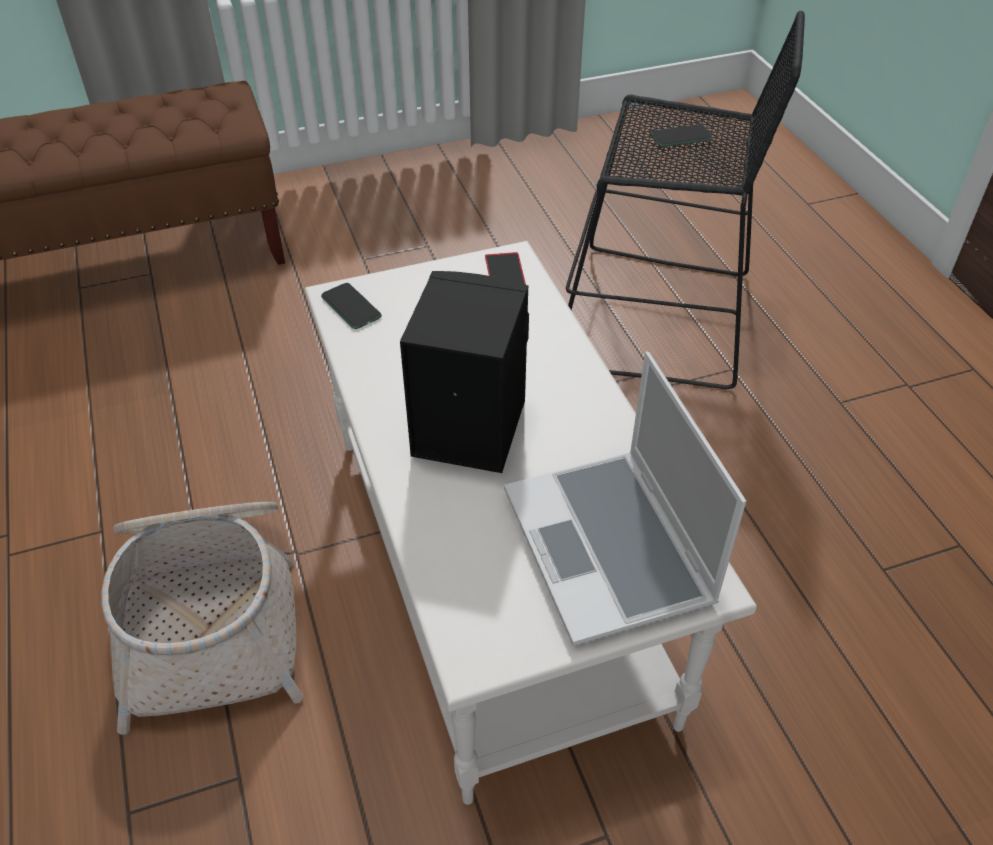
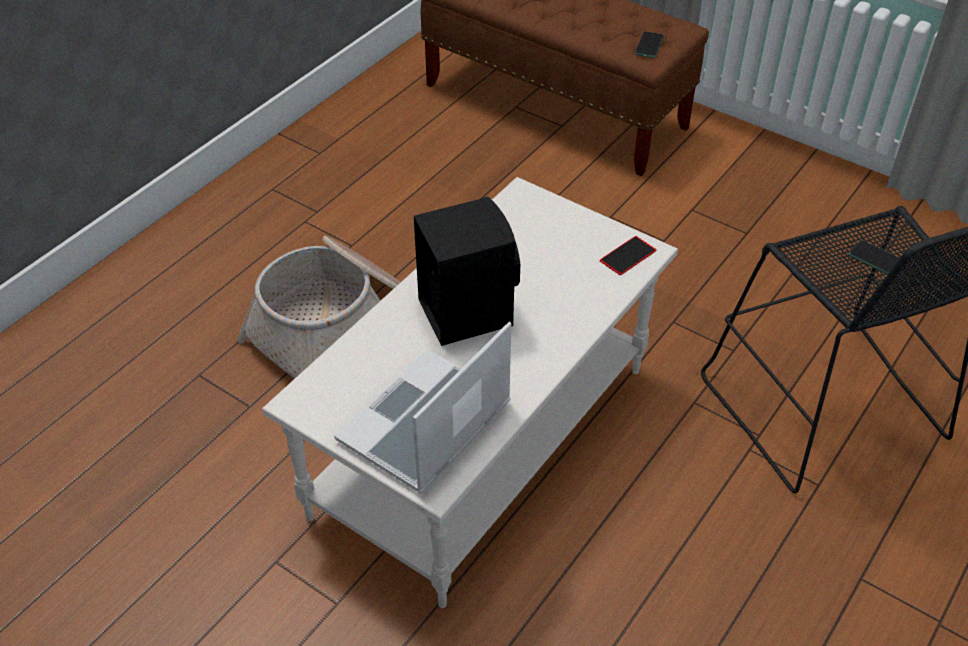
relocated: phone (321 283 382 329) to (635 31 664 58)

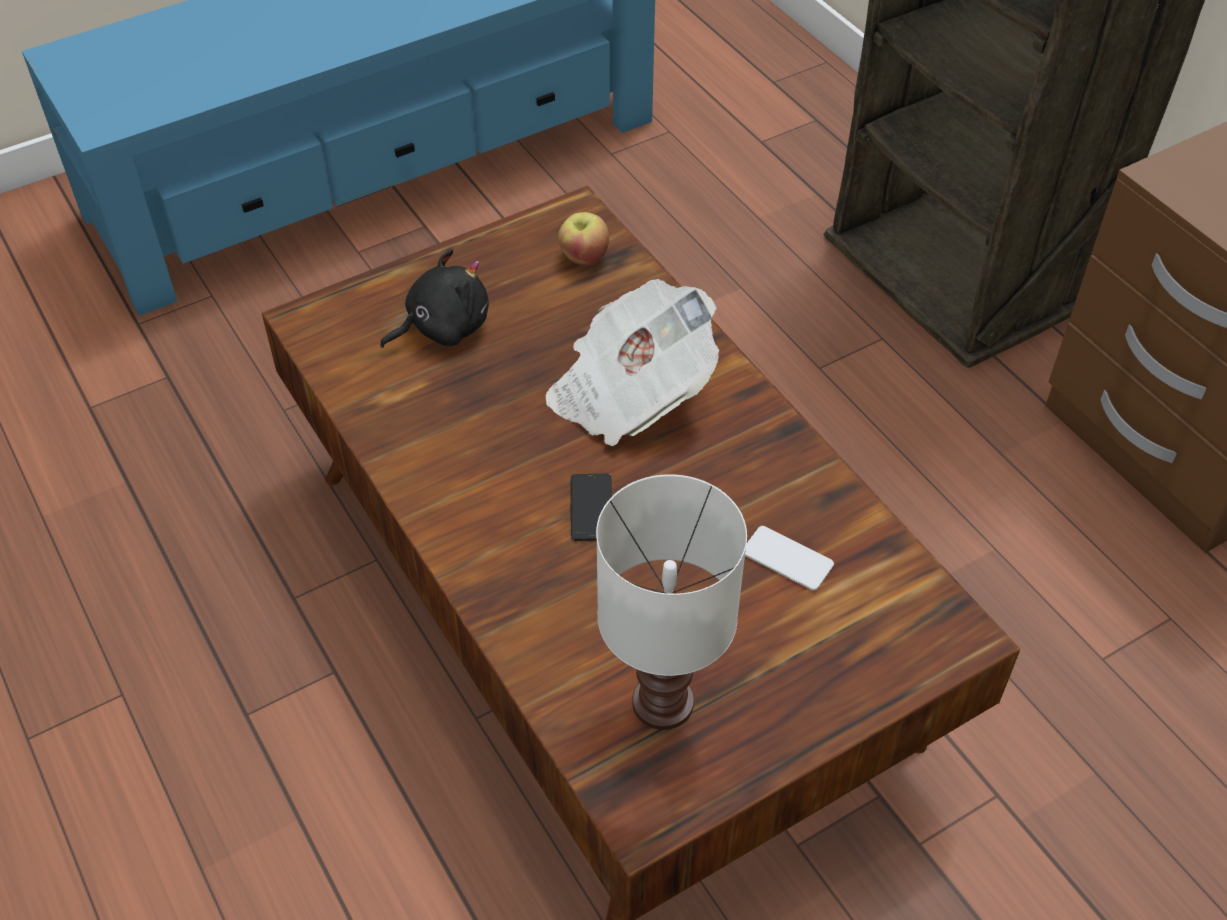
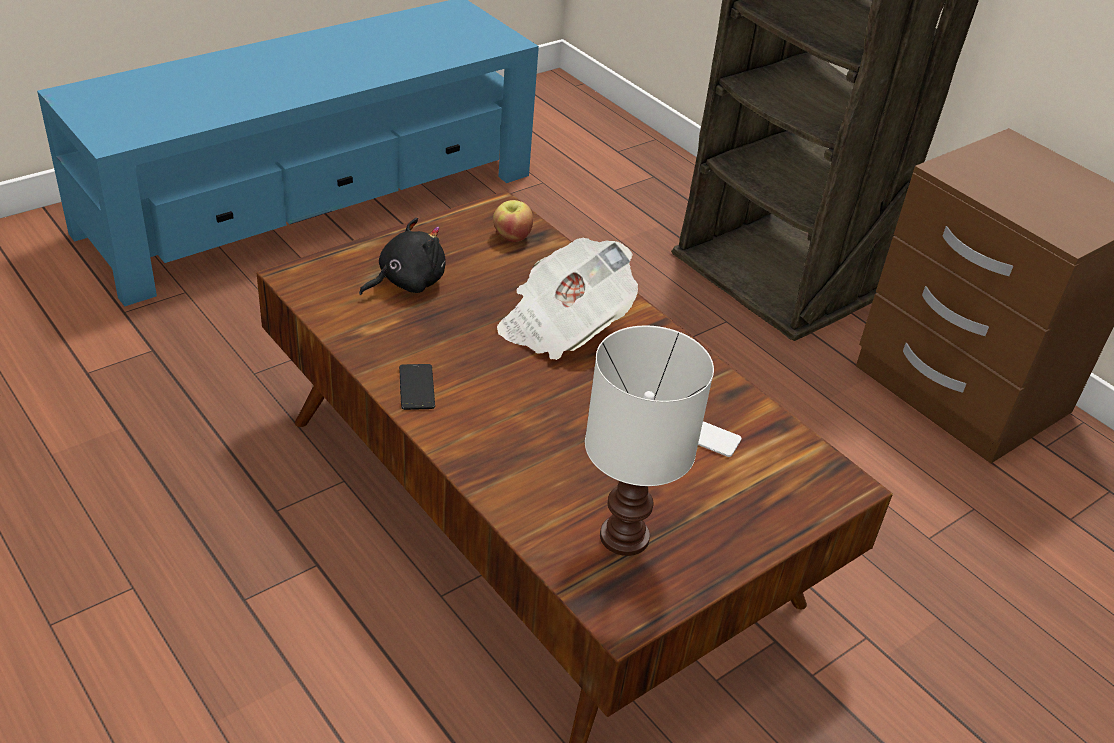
relocated: phone (571 474 612 541) to (399 364 435 410)

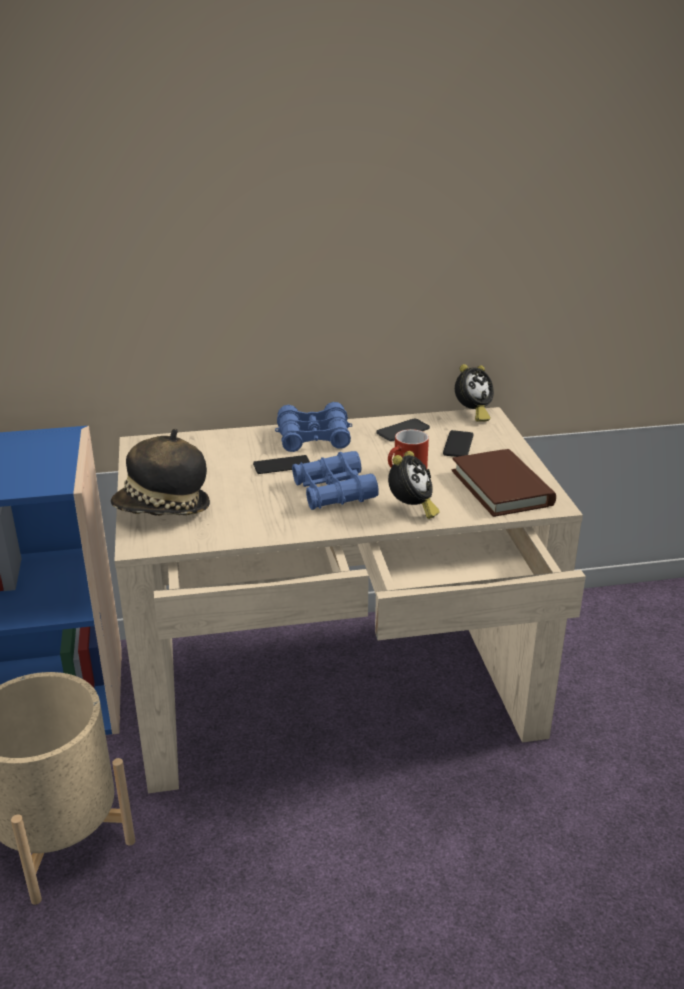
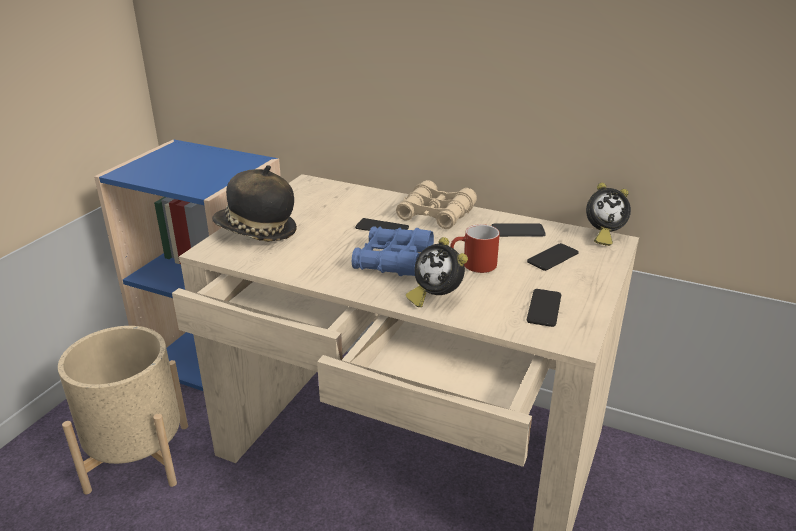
exchanged: book/brown (452 449 556 517) to phone (527 289 561 327)
colour: binoculars/blue (275 402 352 452) to binoculars/beige (396 180 477 229)
spun: alarm clock (388 451 440 519) = (406 237 468 307) 75 degrees clockwise

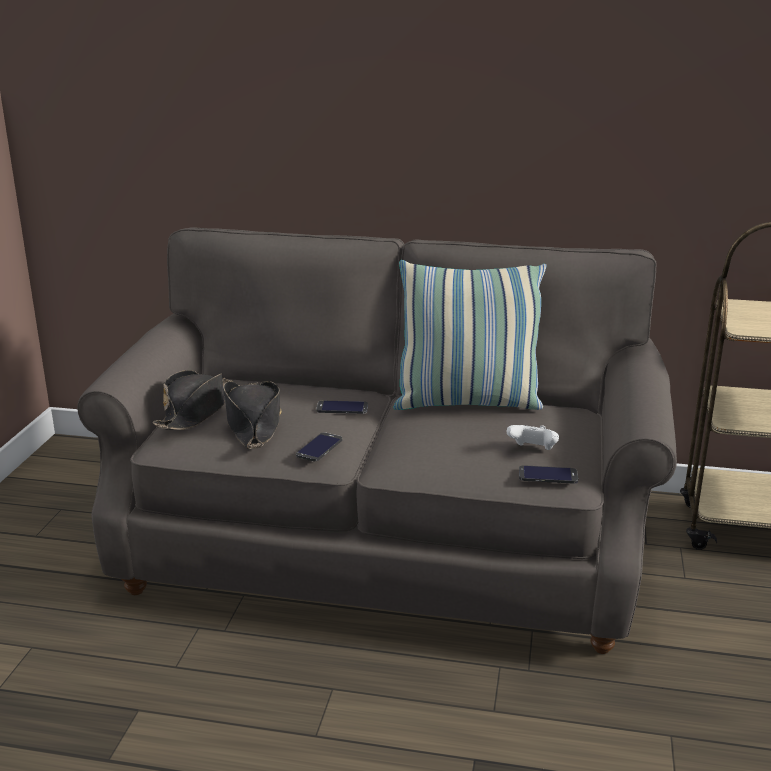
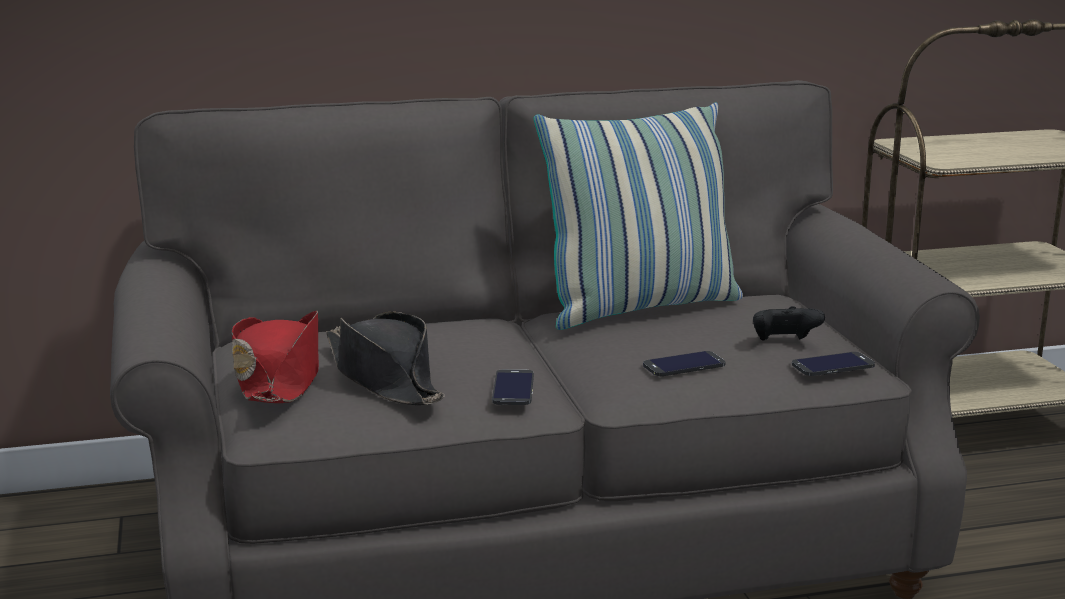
relocated: phone (316 401 368 414) to (643 351 725 376)
colour: hat/black (152 370 234 430) to hat/red (232 311 319 403); game controller/white (507 425 559 450) to game controller/black (753 306 825 341)

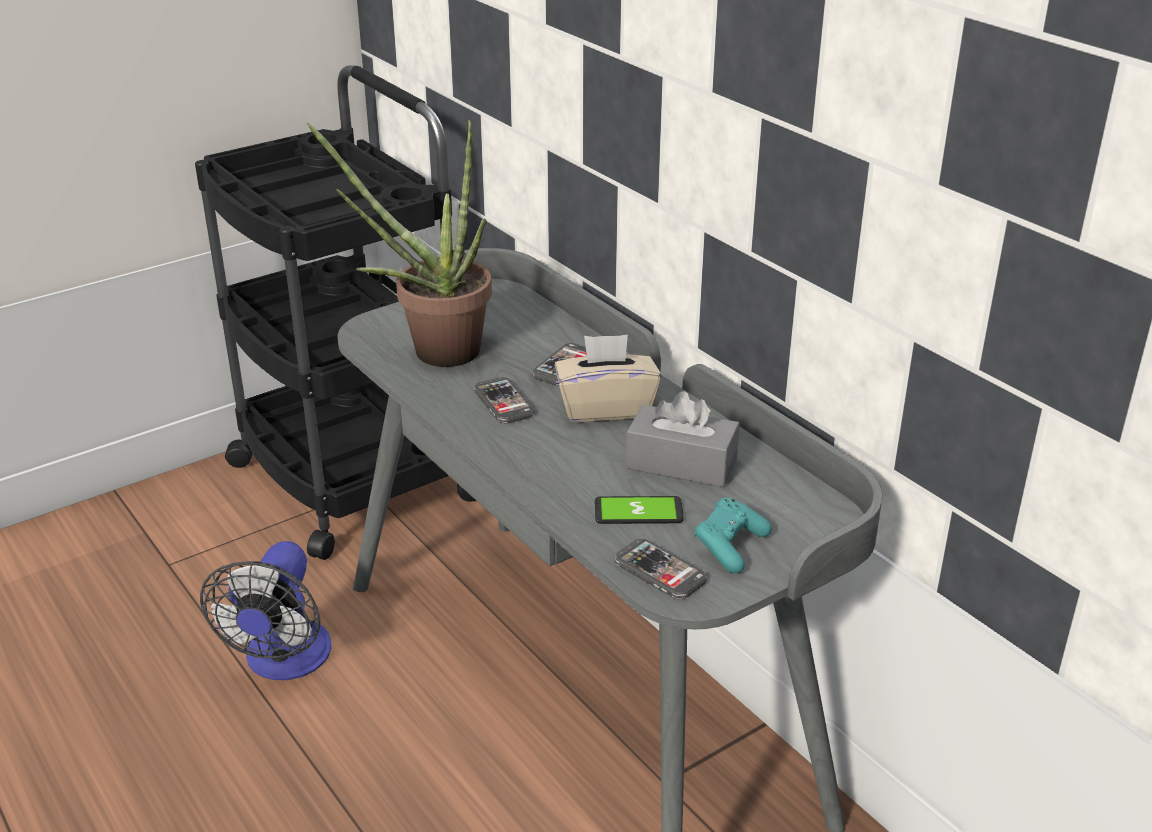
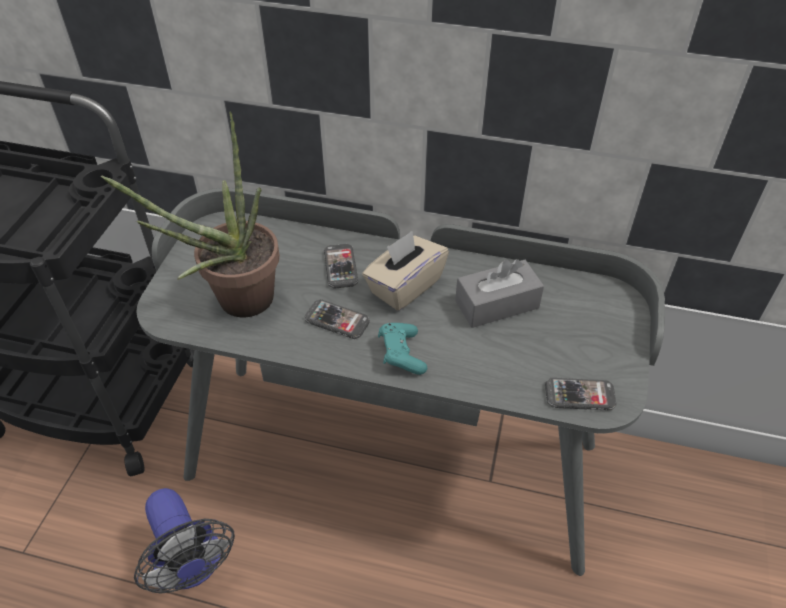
missing: phone (595 496 684 524)
relocated: game controller/turquoise (694 498 772 573) to (378 323 427 375)

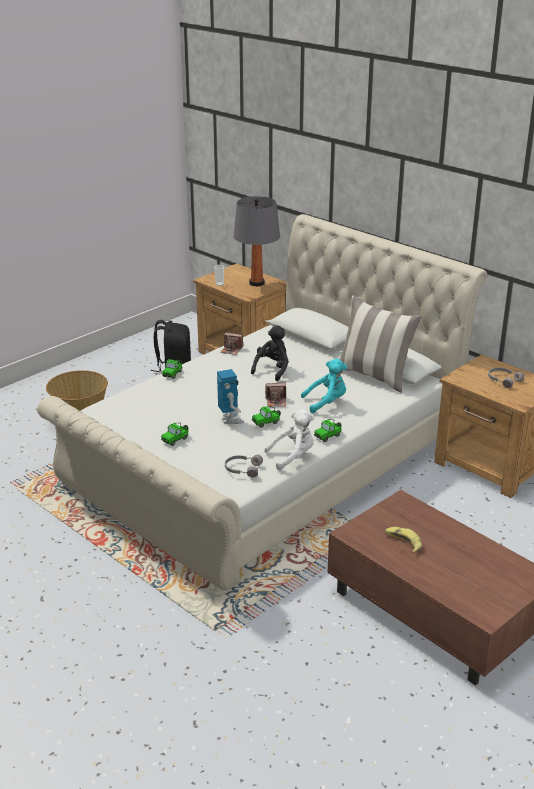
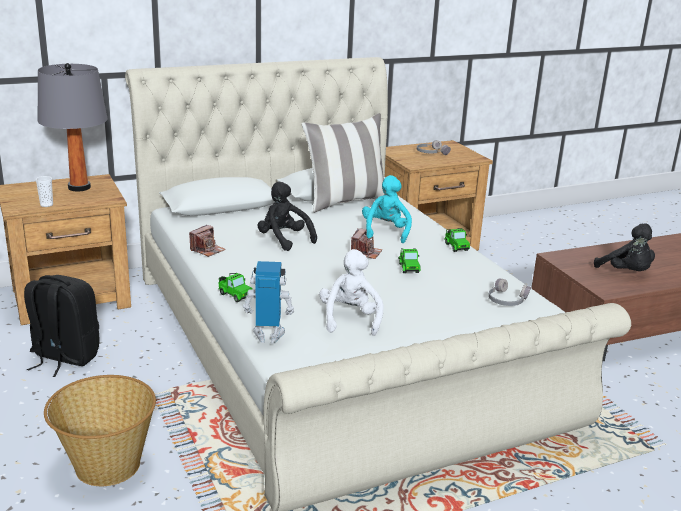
missing: toy car (161 423 189 446)
relocated: toy robot (217 369 244 424) to (243 261 294 343); plush toy/white (264 409 315 470) to (319 249 383 336)
exchanged: banana (385 527 422 553) to plush toy/black (594 223 655 271)

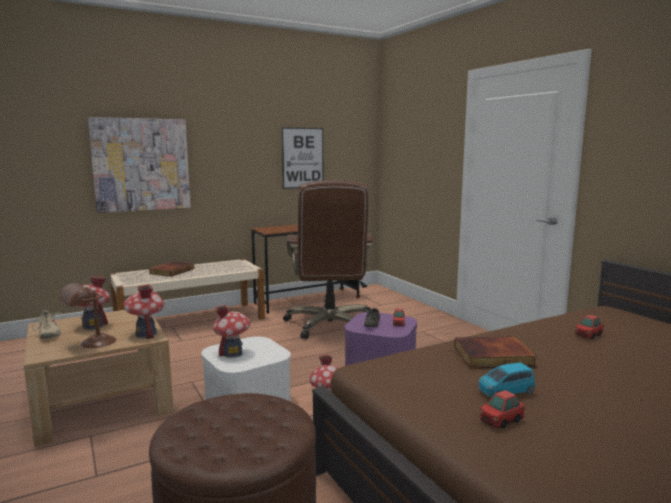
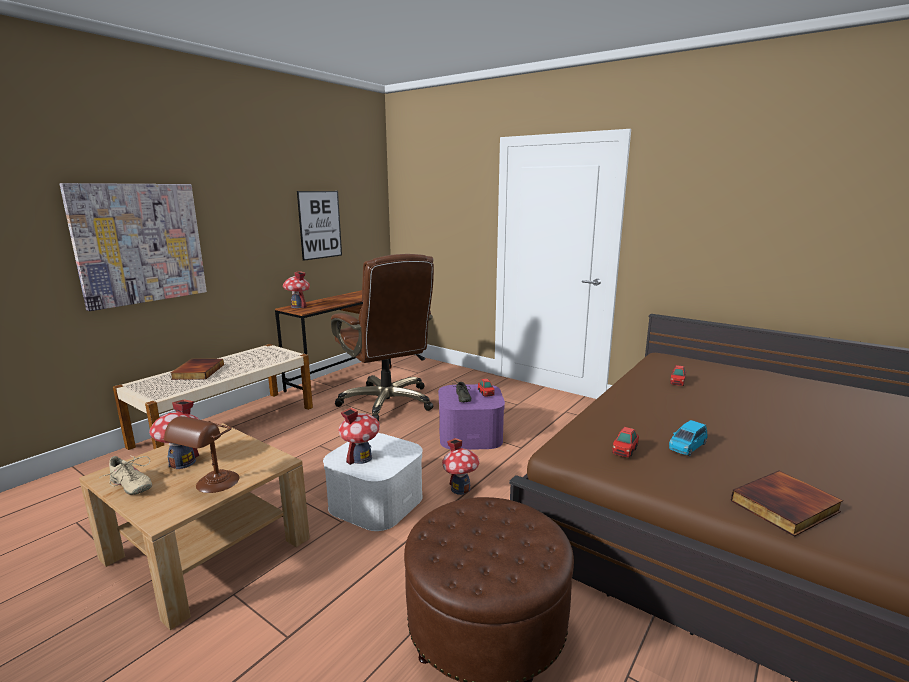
relocated: toy house (123 284 164 339) to (283 271 310 308); book (454 336 537 368) to (731 471 843 537); toy car (480 390 525 428) to (612 427 639 457)

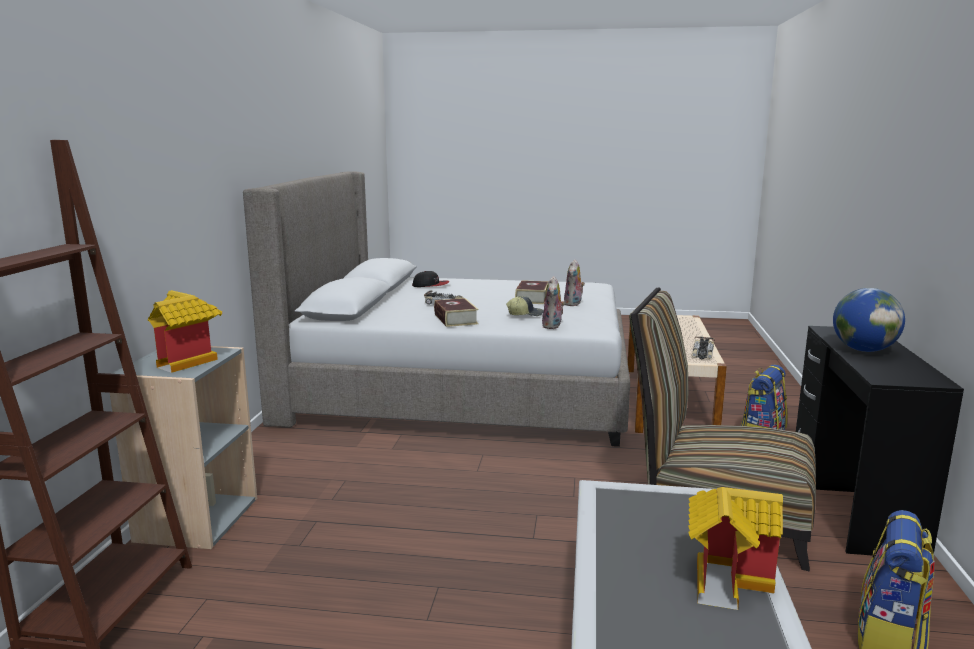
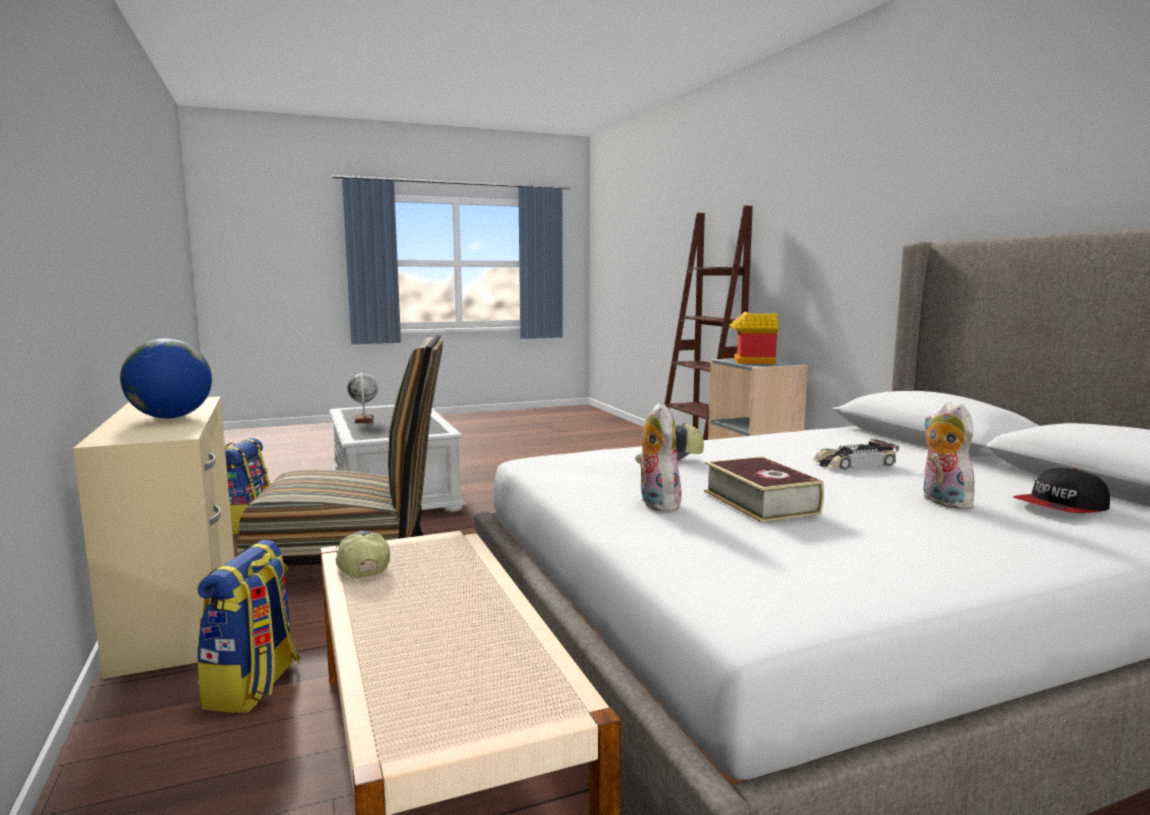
missing: book (434 298 479 327)
relocated: plush toy (542 276 565 329) to (923 402 978 509)
exchanged: toy house (688 487 783 610) to globe (347 372 378 423); toy car (692 336 715 360) to cap (336 531 390 578)
colour: desk/black (796 326 964 556) to desk/beige (73 396 235 679)

